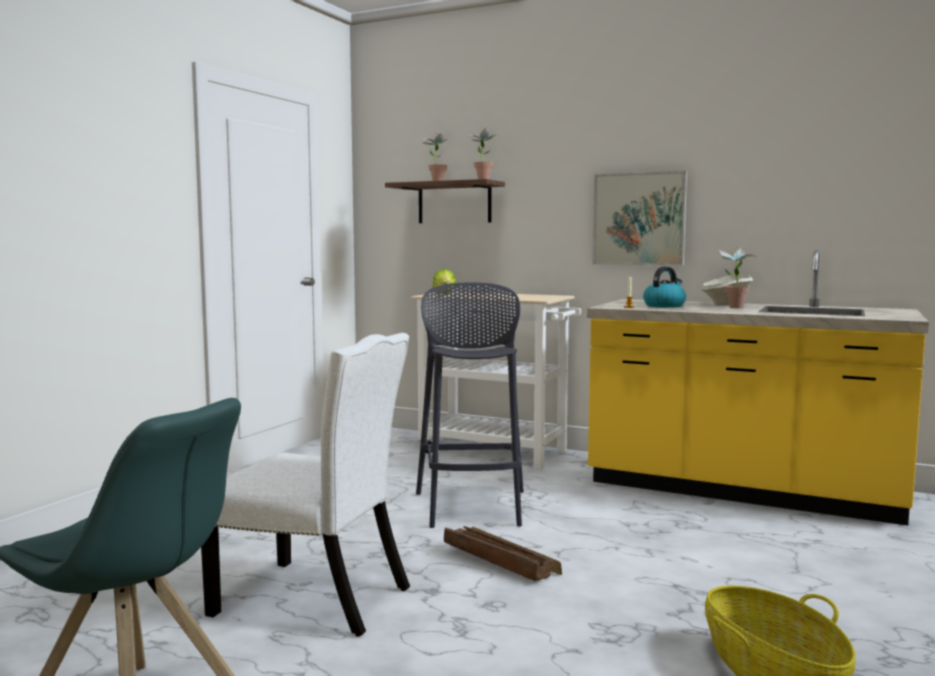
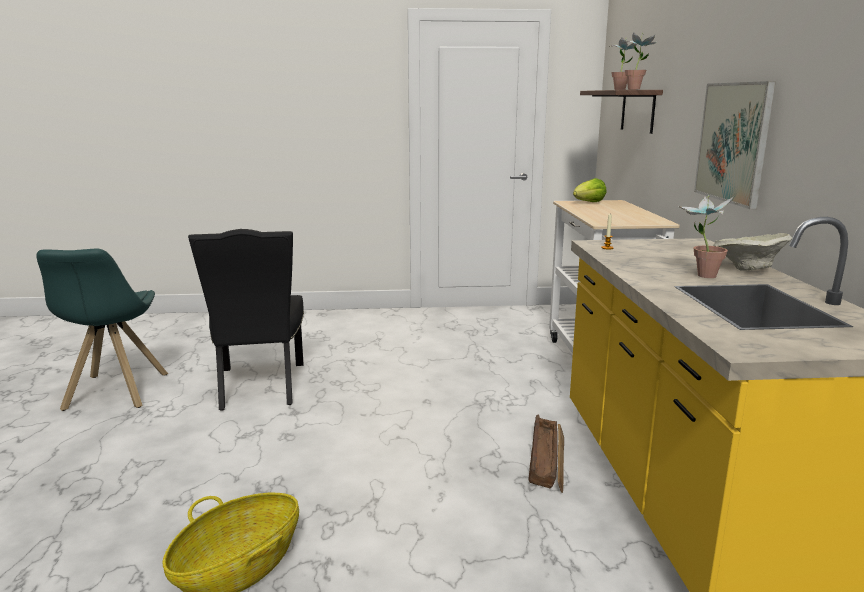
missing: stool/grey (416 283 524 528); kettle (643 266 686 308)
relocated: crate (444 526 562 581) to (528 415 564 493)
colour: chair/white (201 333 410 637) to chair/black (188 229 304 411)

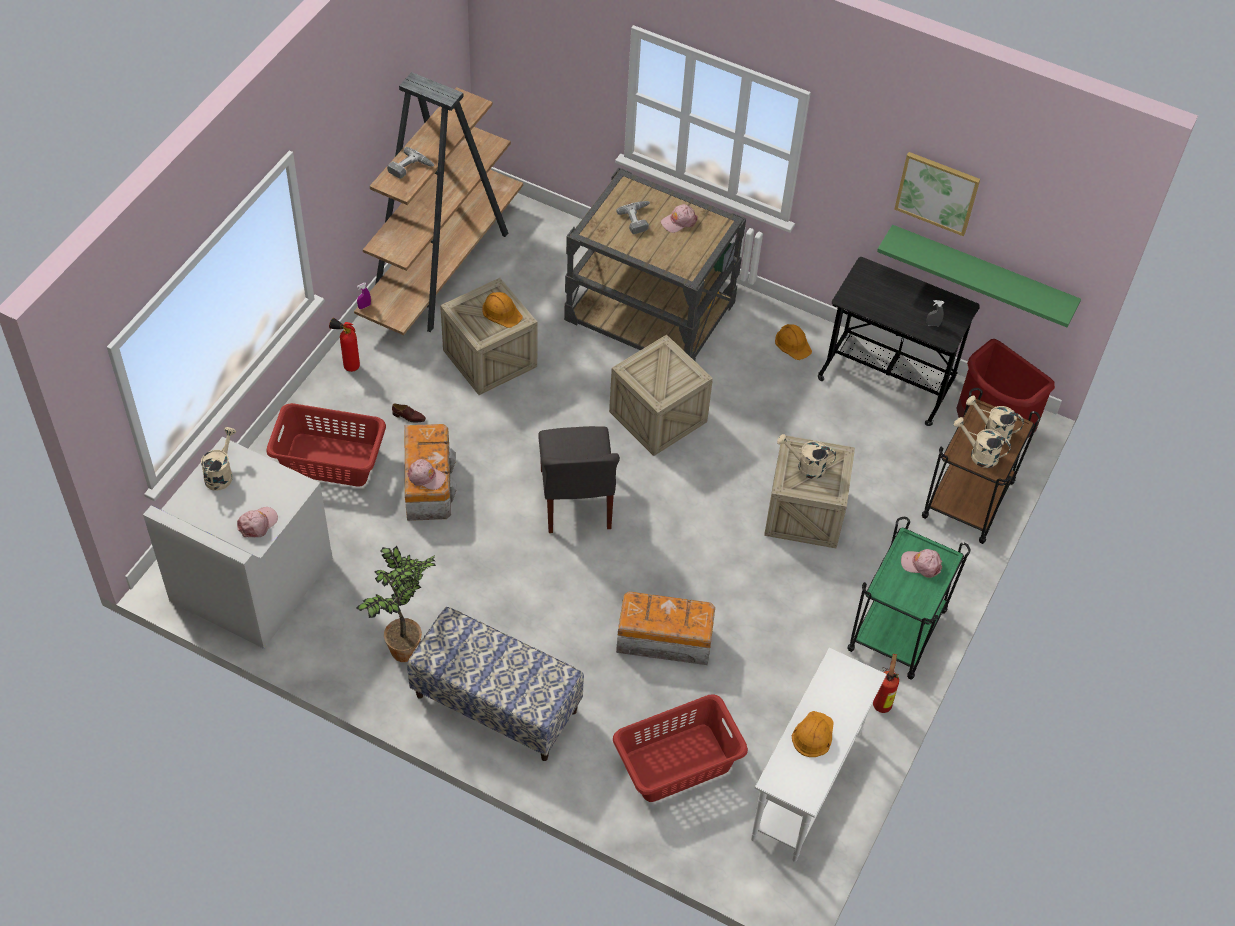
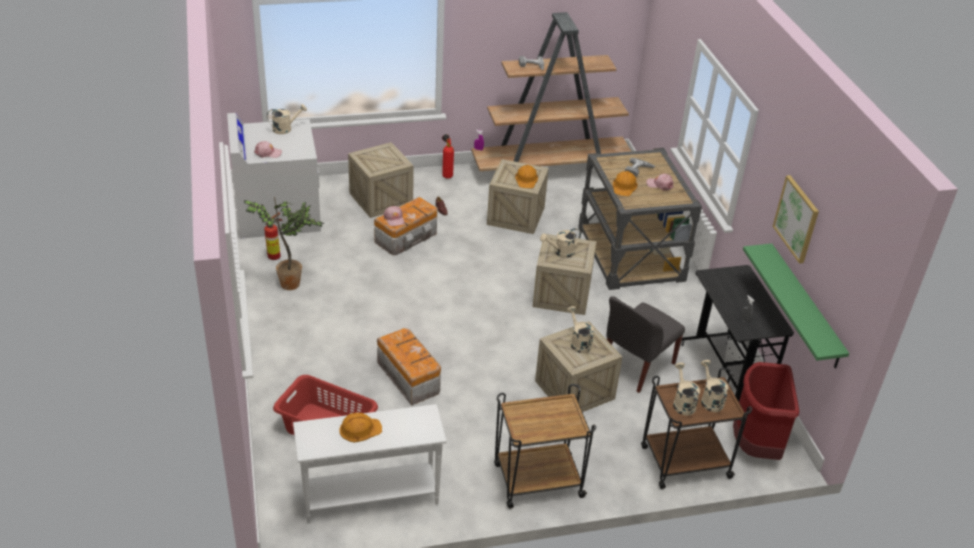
missing: bench (407 607 584 761); cap/pink (901 549 942 578)
appeared: watering can/beige (540 228 581 258)
relocated: chair/grey (538 426 620 533) to (606 296 685 393); hard hat/orange (775 324 812 360) to (613 171 638 196); fire extinguisher (873 654 899 713) to (264 212 283 260)
exchanged: laundry basket/red (266 403 386 486) to crate (348 142 414 218)
colour: cart/green (848 517 971 680) to cart/brown (494 384 596 509)

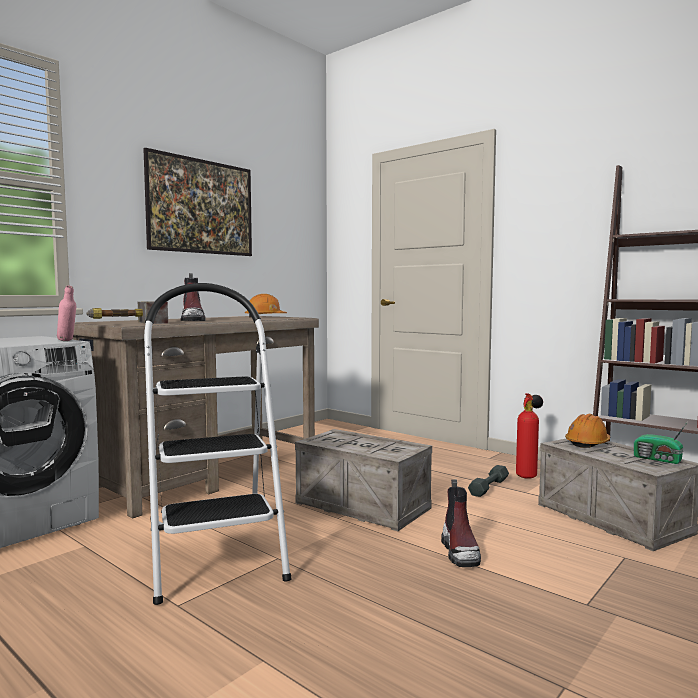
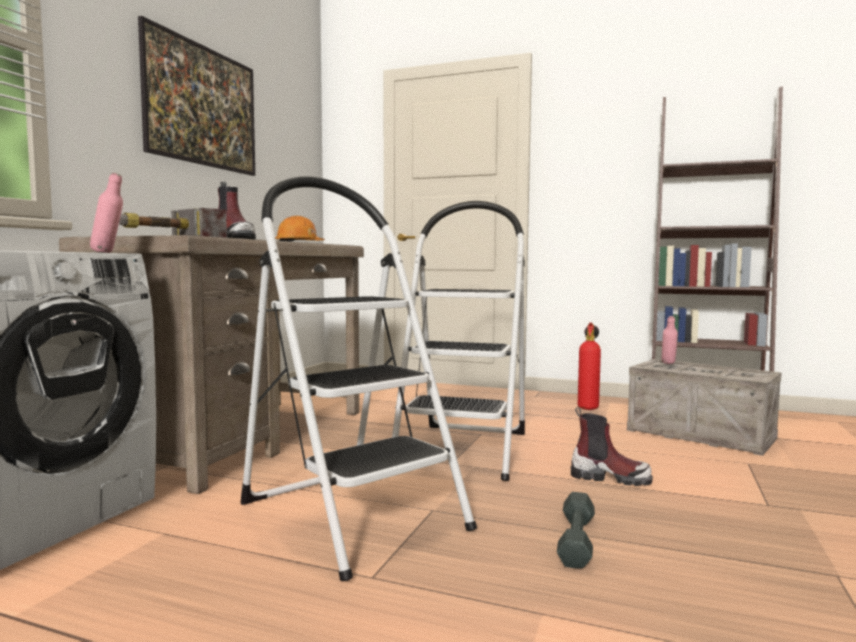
missing: radio (634 423 687 464)
relocated: dumbbell/grey (468 465 509 497) to (557 492 595 569)
exchanged: crate (295 429 432 531) to step ladder (392 201 525 481); hard hat/orange (565 414 610 448) to bottle/pink (662 316 678 364)
spun: boot (441 479 481 567) = (571 407 653 486) 45 degrees counterclockwise

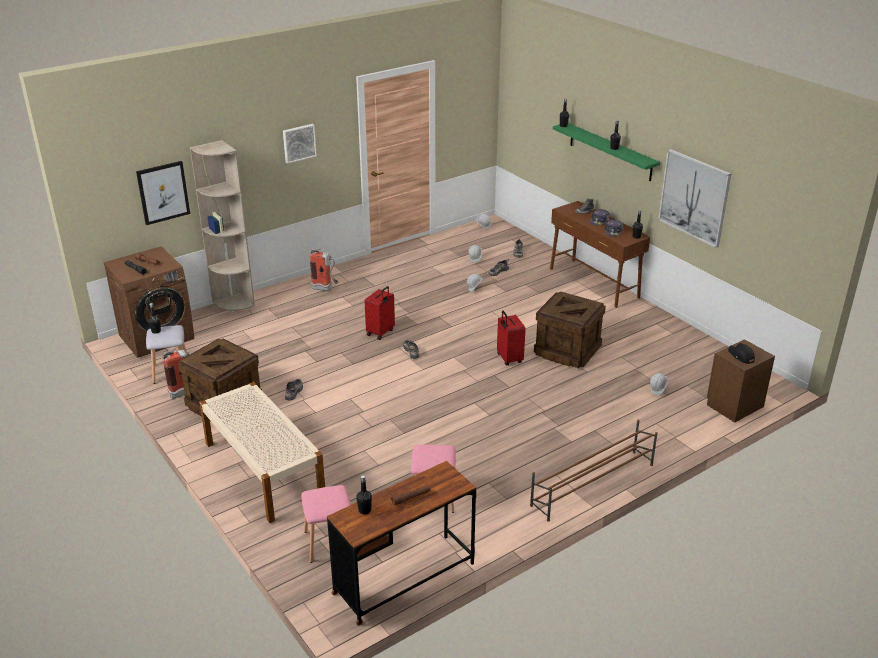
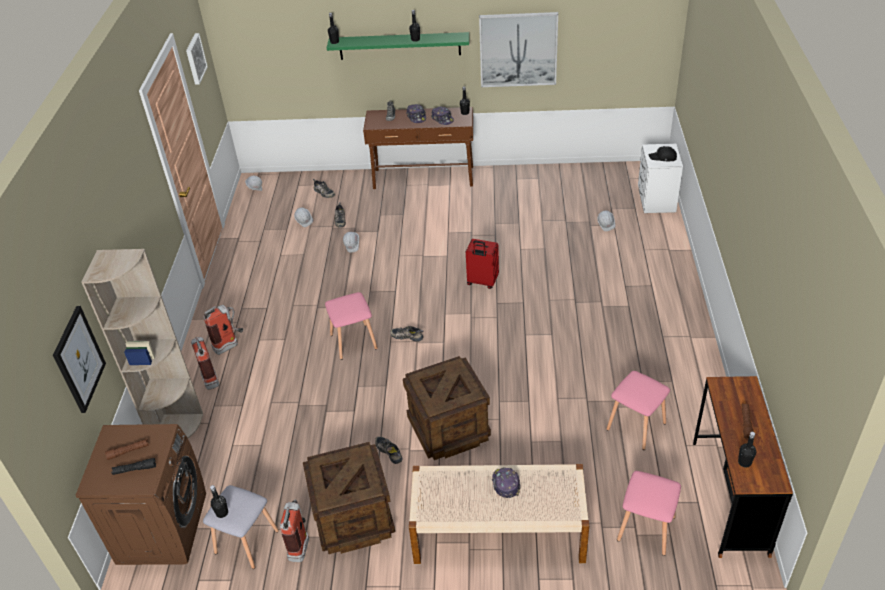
missing: shoe rack/brown (530 420 658 522)
appeared: fire extinguisher (191 337 219 390); cap (492 467 521 498)
relocated: picture (283 124 317 164) to (186 33 208 85); crate (534 292 606 368) to (403 356 491 460)
exchanged: suitcase/red (365 286 395 340) to stool/pink (325 292 378 360)
colour: nightstand/brown (707 339 775 422) to nightstand/white (638 144 683 213)

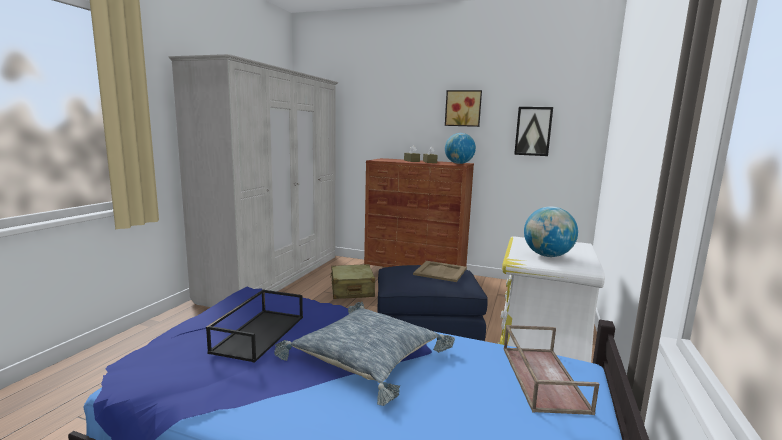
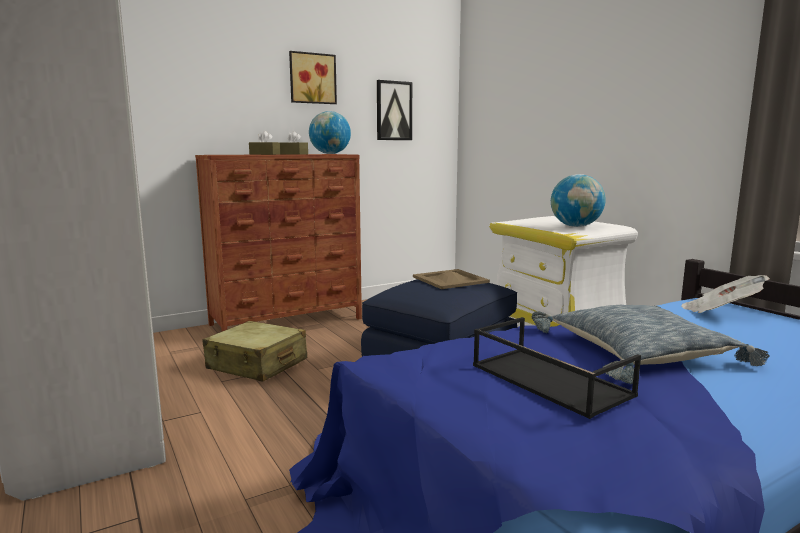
exchanged: tray/brown (504 325 599 415) to newspaper (681 275 770 313)

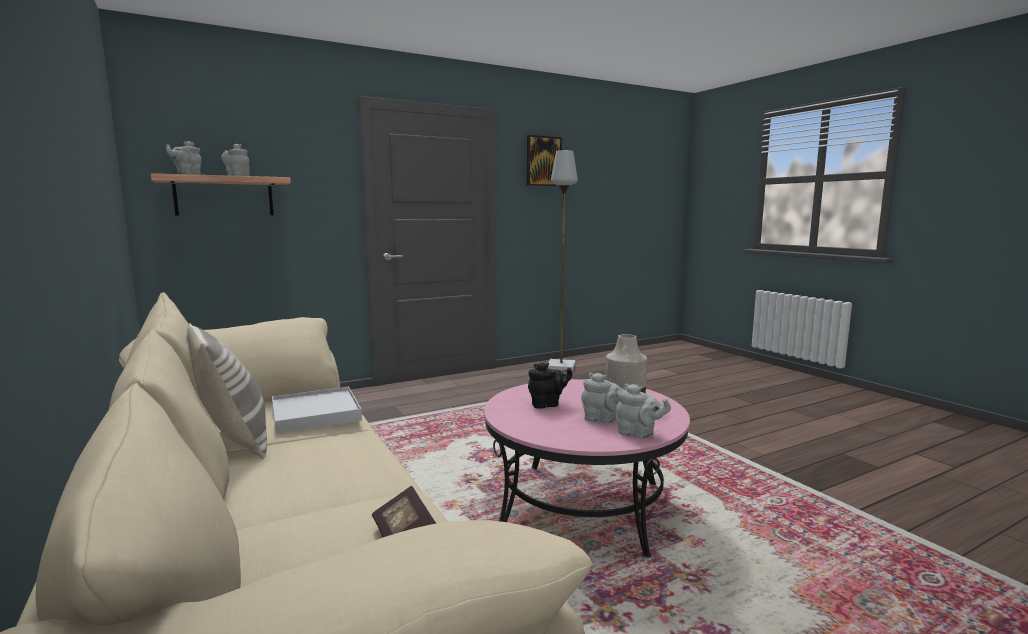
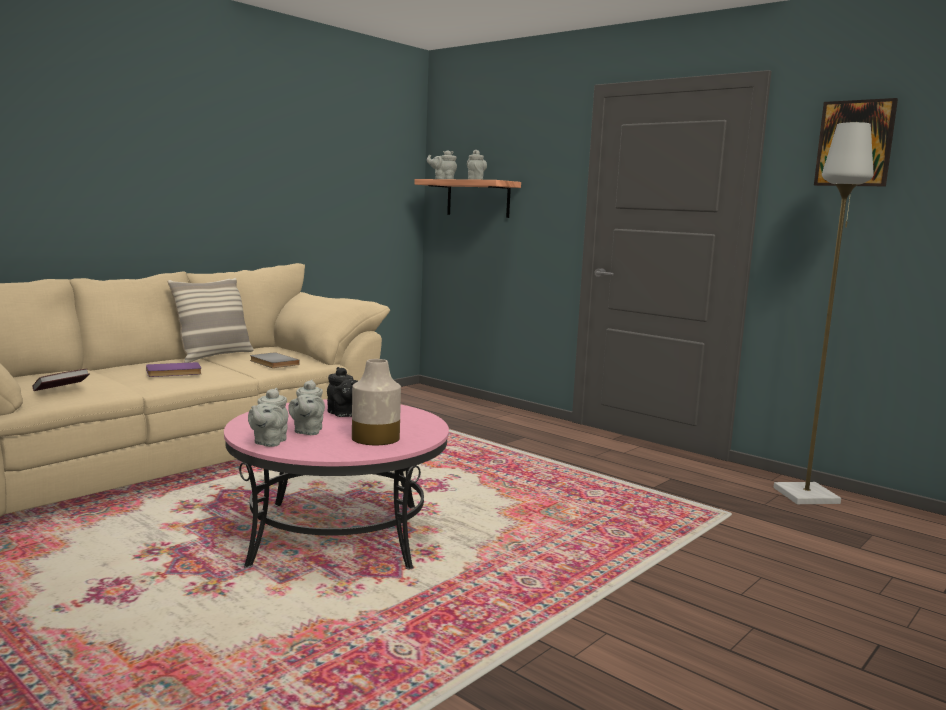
appeared: book/purple (146 362 202 377)
exchanged: tray/white (272 387 362 434) to book/grey (250 352 300 368)

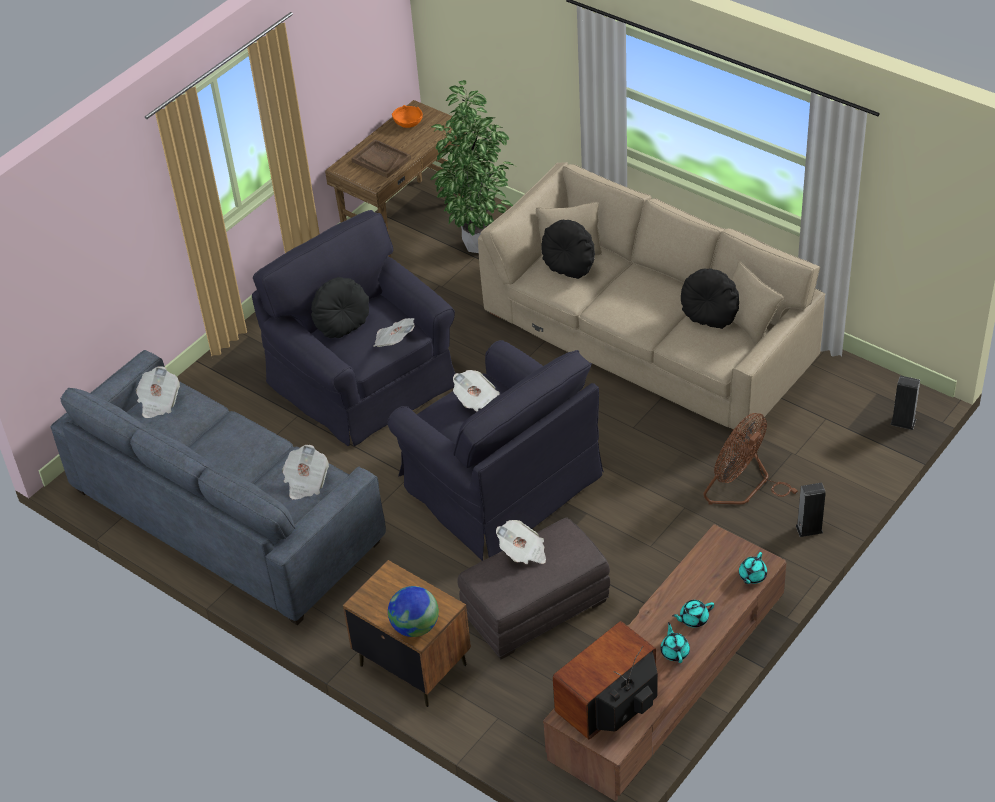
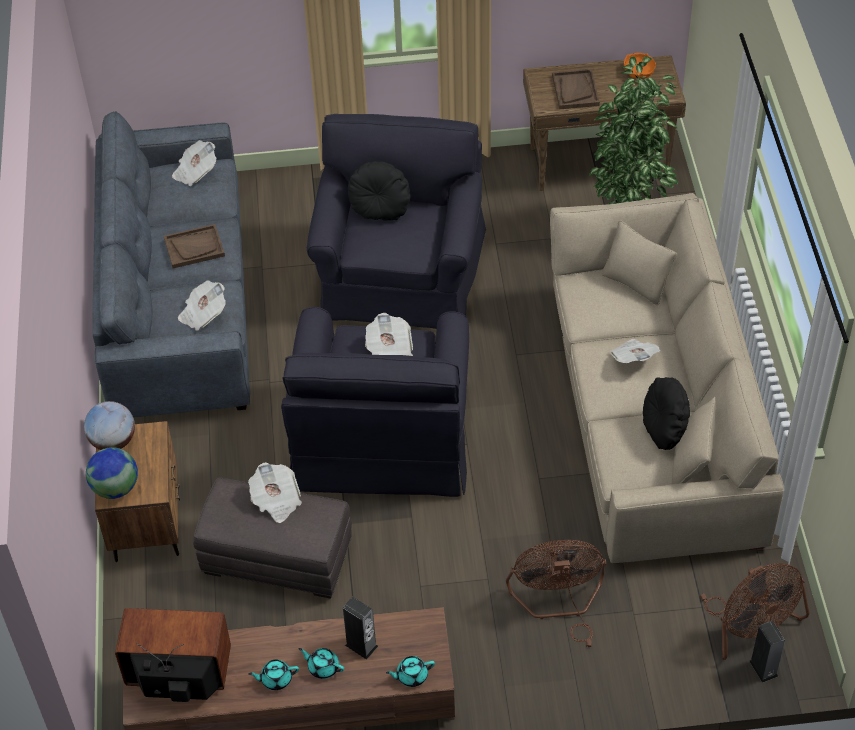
missing: pillow/black (541 220 595 279)
appeared: globe (84 401 135 450); tray/brown (164 224 225 268); fan/brown (700 563 810 660)
relocated: newspaper (373 318 415 347) to (610 339 660 363); speaker (796 482 826 537) to (343 597 378 660)
spun: teapot/turquoise (660 622 690 663) = (249 659 299 690) 135 degrees counterclockwise

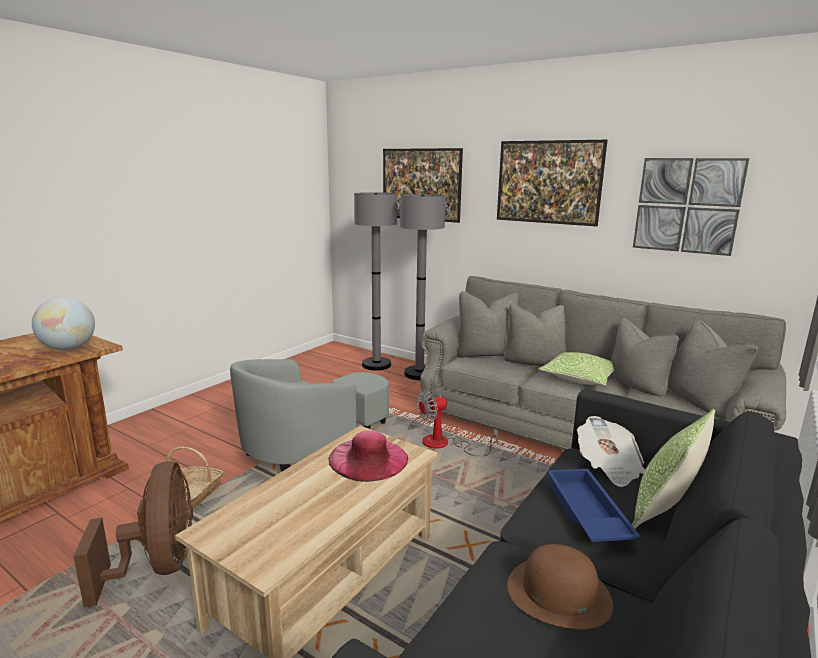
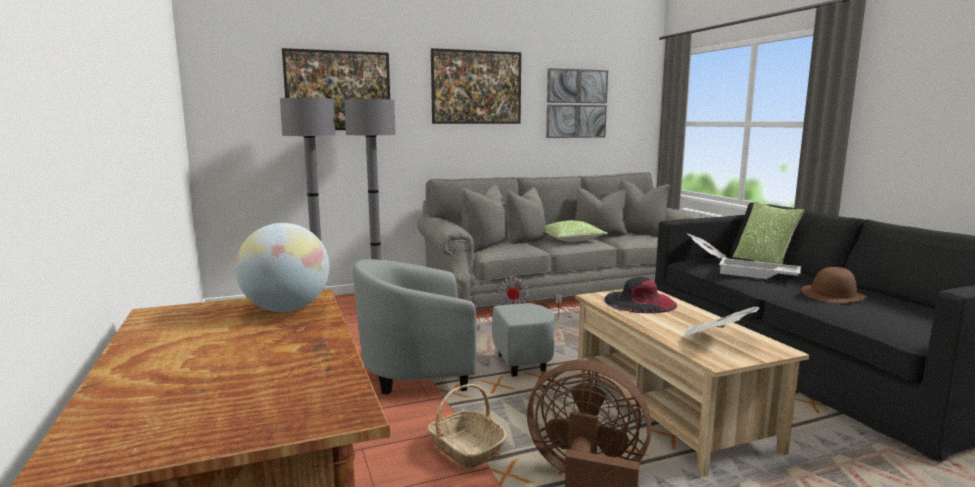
appeared: newspaper (682 307 760 337)
colour: hat/pink (328 430 408 482) to hat/black (604 277 677 313); tray/blue (547 469 641 542) to tray/white (719 258 801 279)
spun: armchair/grey (230 359 389 472) = (353 259 555 395) 90 degrees clockwise

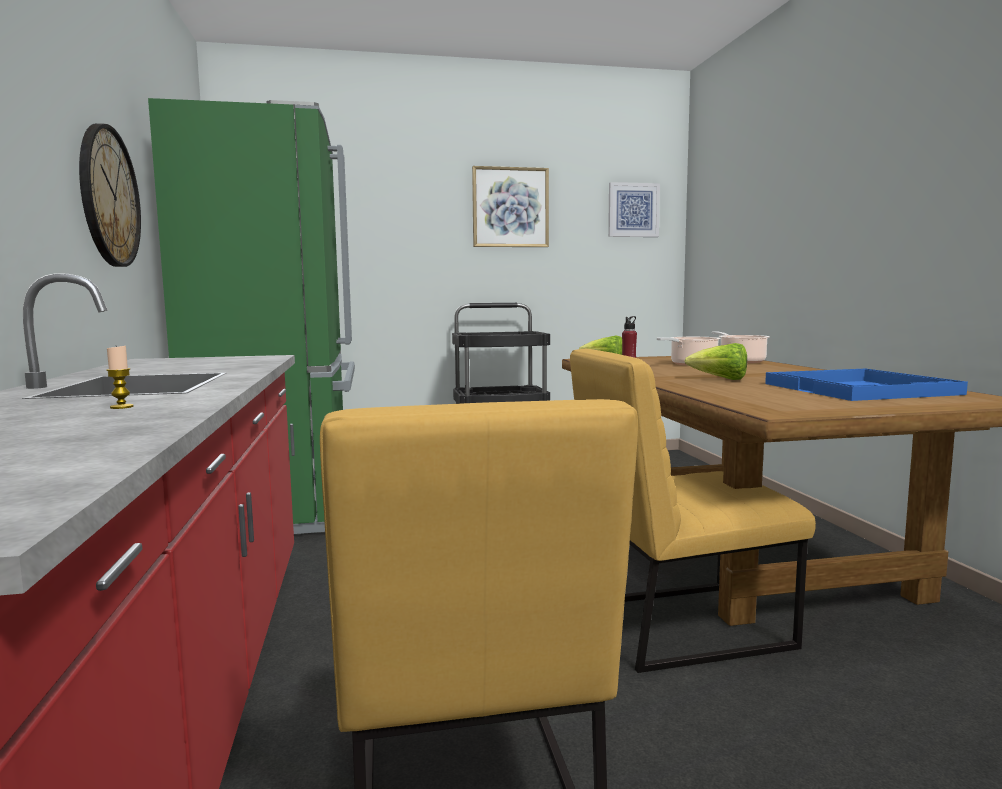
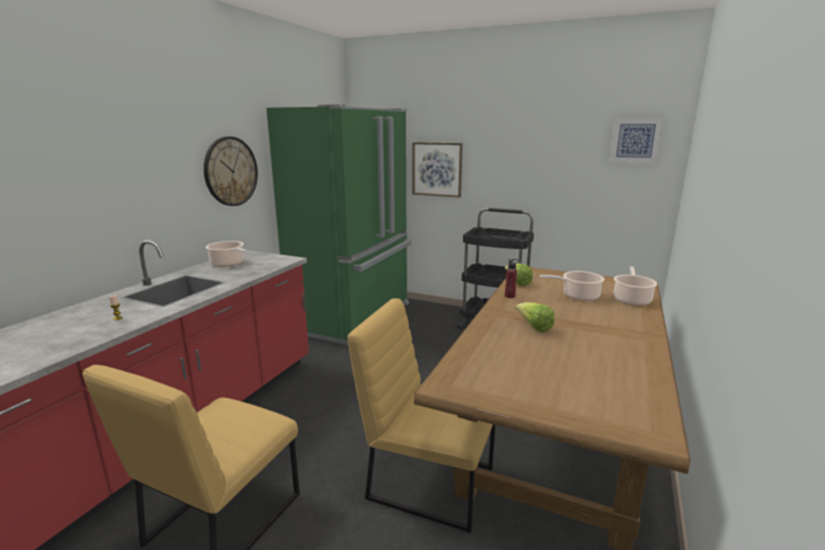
missing: tray/blue (765 369 968 401)
appeared: cooking pot (206 241 247 267)
relocated: picture (472 166 549 247) to (412 142 463 198)

